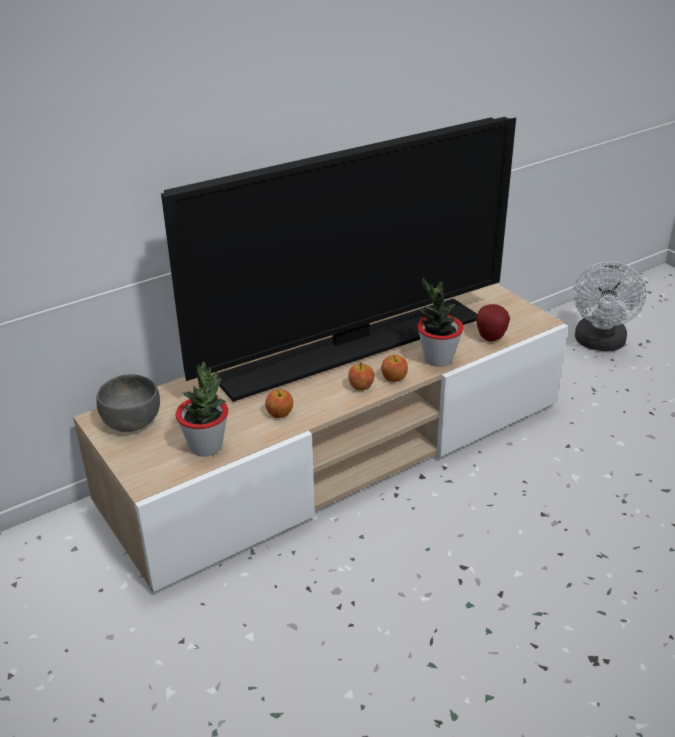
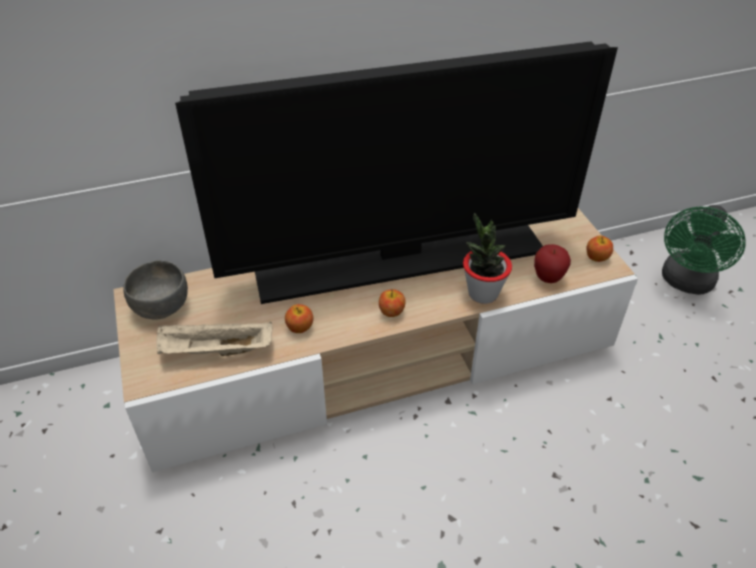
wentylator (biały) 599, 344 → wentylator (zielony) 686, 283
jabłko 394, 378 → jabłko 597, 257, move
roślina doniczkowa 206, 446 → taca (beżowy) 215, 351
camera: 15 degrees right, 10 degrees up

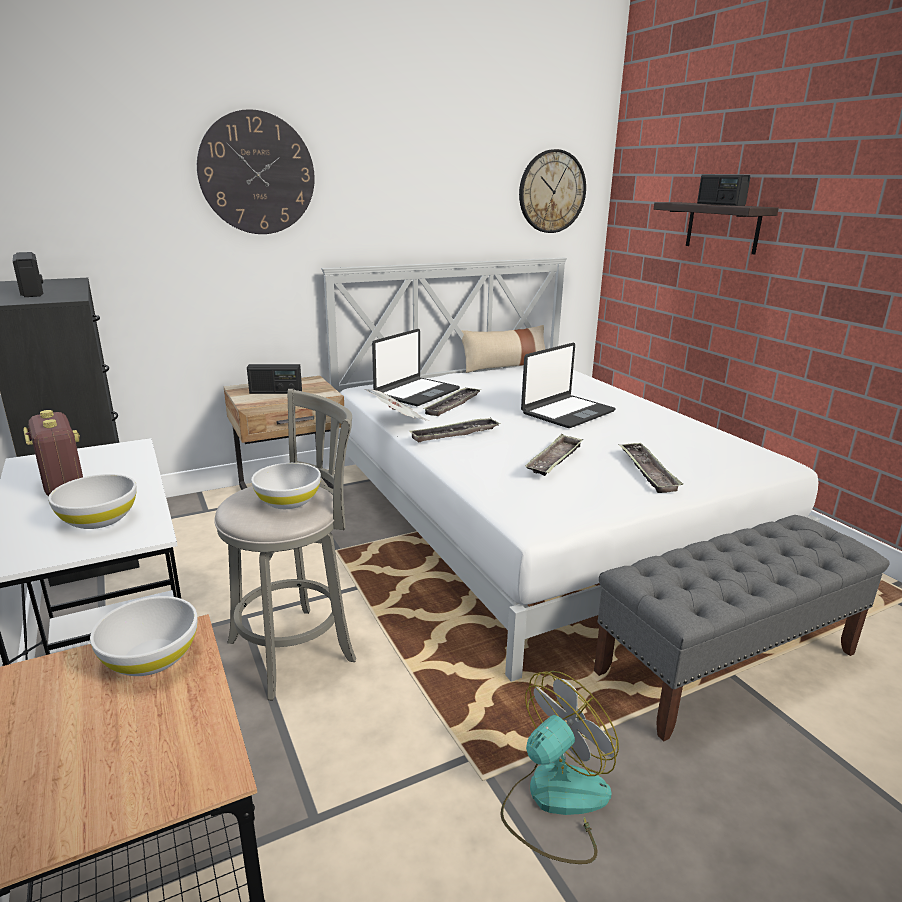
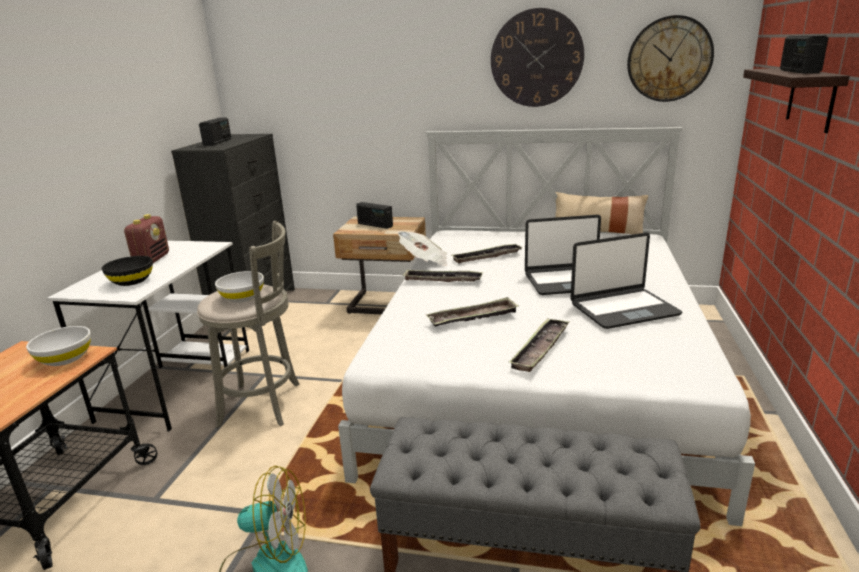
zegar ścienny 257, 173 → zegar ścienny 536, 58, move
laptop 416, 393 → laptop 623, 309, move
miska (biały) 99, 519 → miska (czarny) 132, 281
camera: 40 degrees right, 0 degrees up

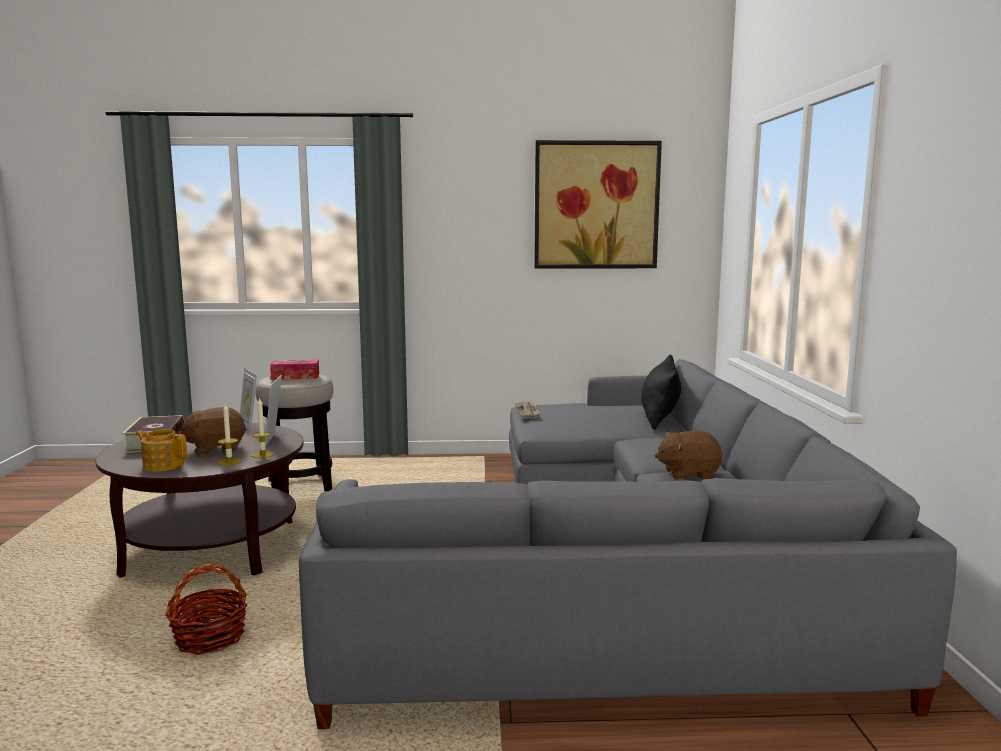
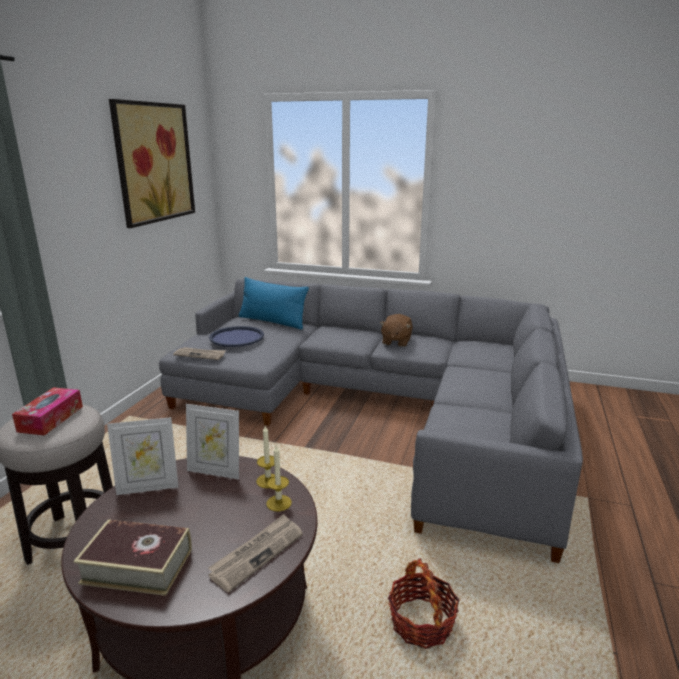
poduszka (czarny) 659, 416 → poduszka (niebieski) 272, 321
pluszak (brązowy) 216, 449 → -
imbryk 163, 465 → gazeta 257, 553
- → taca (niebieski) 236, 337
camera: 70 degrees left, 10 degrees up

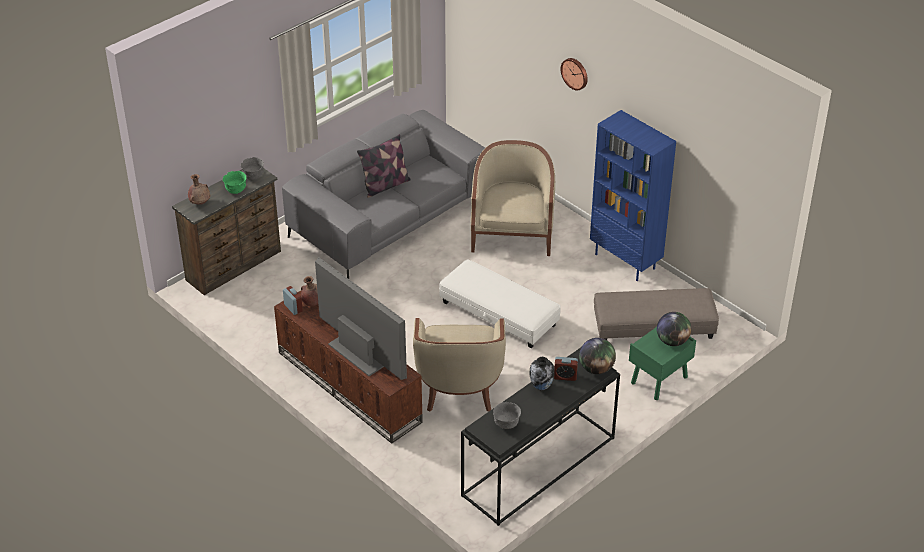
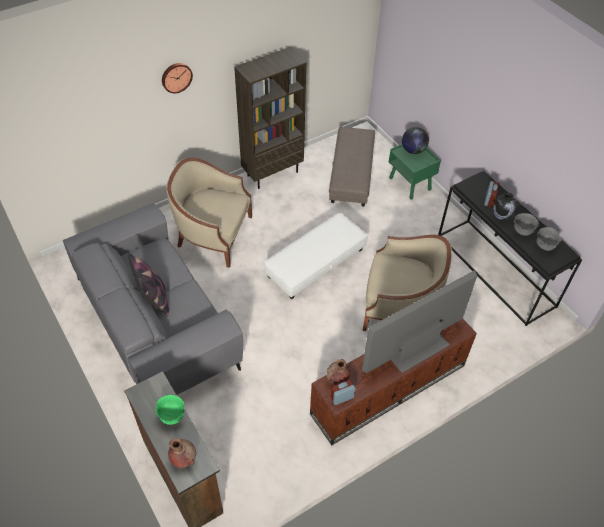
regał (niebieski) 626, 261 → regał (brązowy) 272, 173
miska (szary) 253, 176 → miska (szary) 522, 231, move
globus 596, 368 → -
camera: 80 degrees left, 10 degrees up

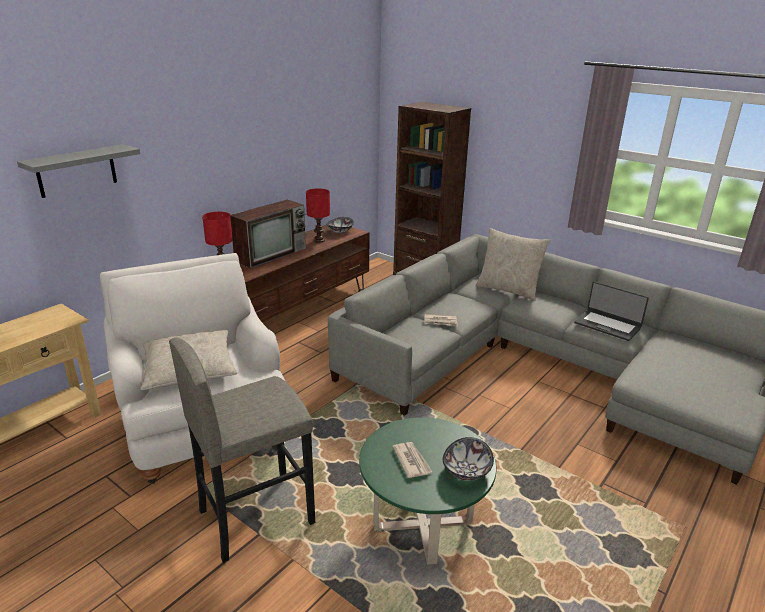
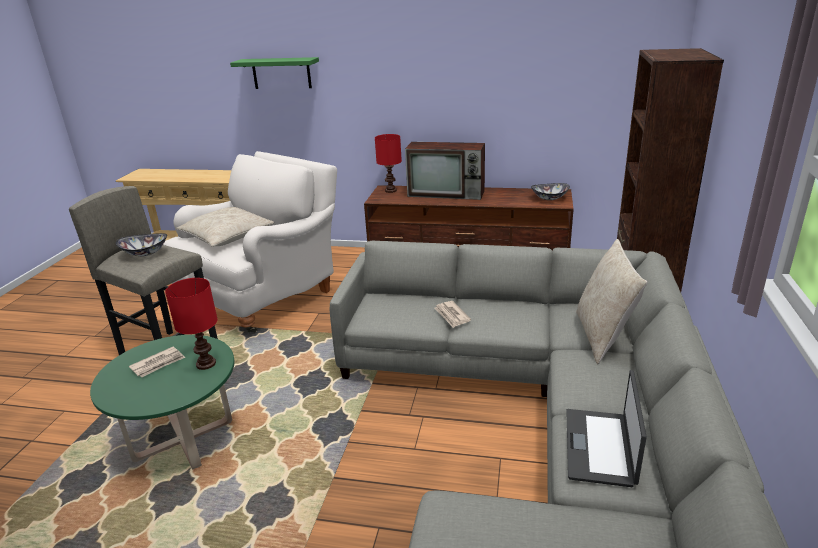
półka (szary) 76, 171 → półka (zielony) 281, 73
lampa stołowa (czerwony) 319, 240 → lampa stołowa (czerwony) 205, 364, move
miska 467, 471 → miska 145, 253, move
camera: 65 degrees right, 0 degrees up

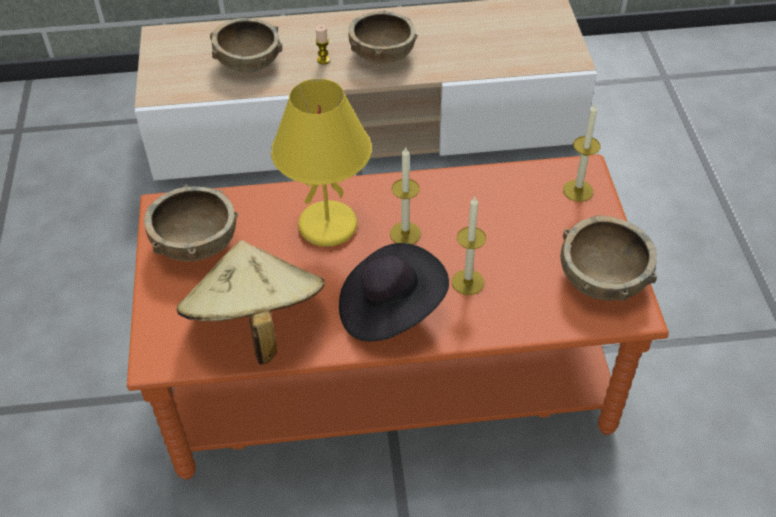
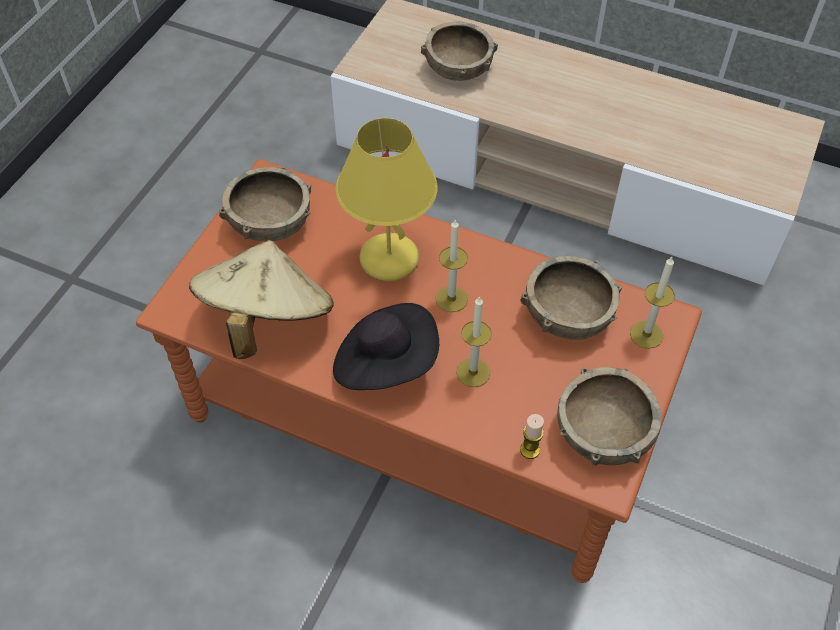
miska (brązowy) 381, 54 → miska (brązowy) 567, 315, move
świeca 323, 60 → świeca 530, 450, move
camera: 30 degrees right, 5 degrees up

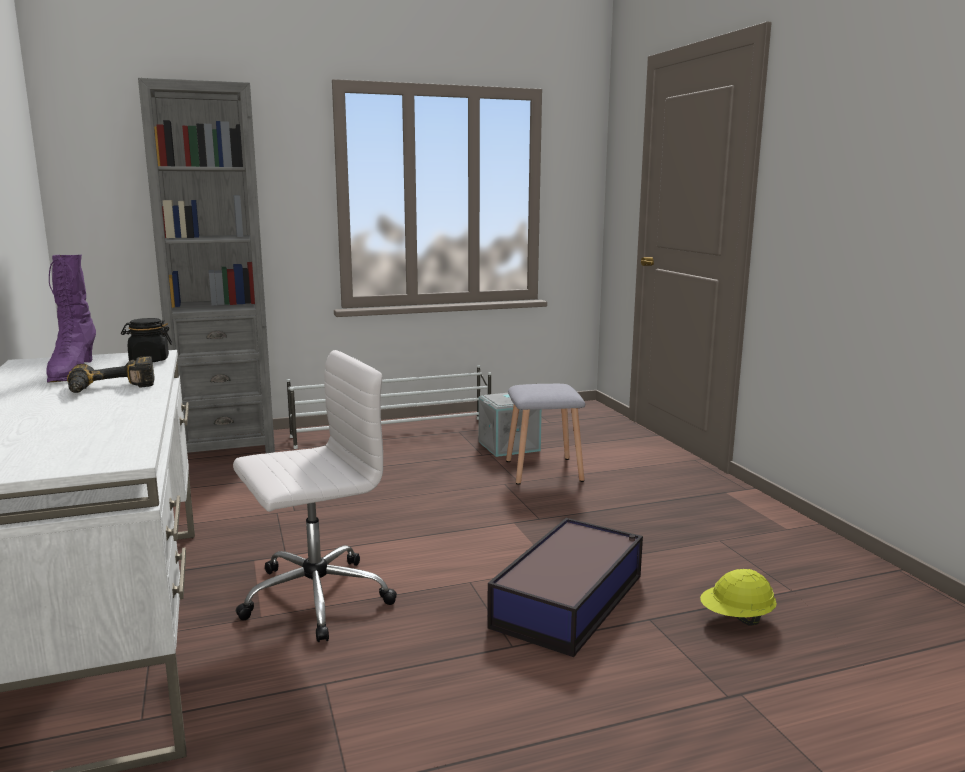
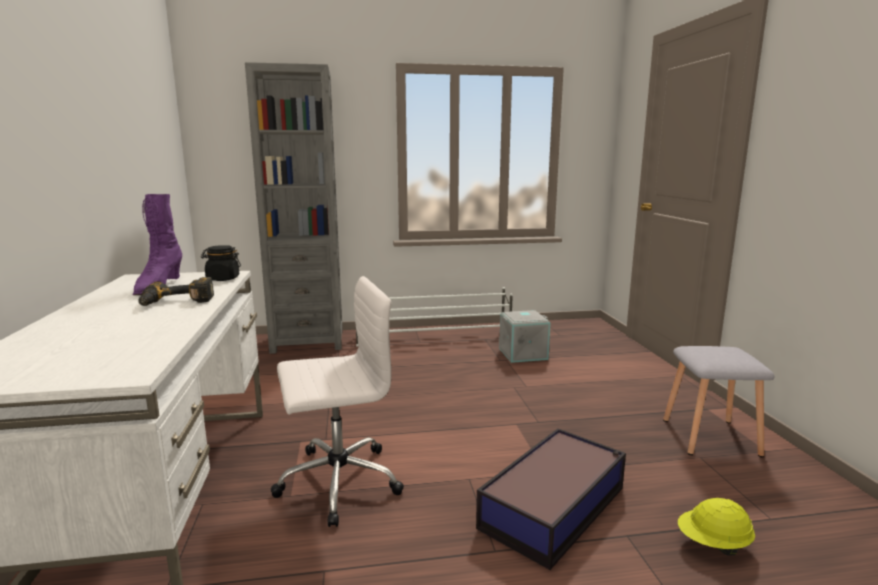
stołek (szary) 544, 471 → stołek (szary) 711, 438, move
camera: 10 degrees right, 0 degrees up

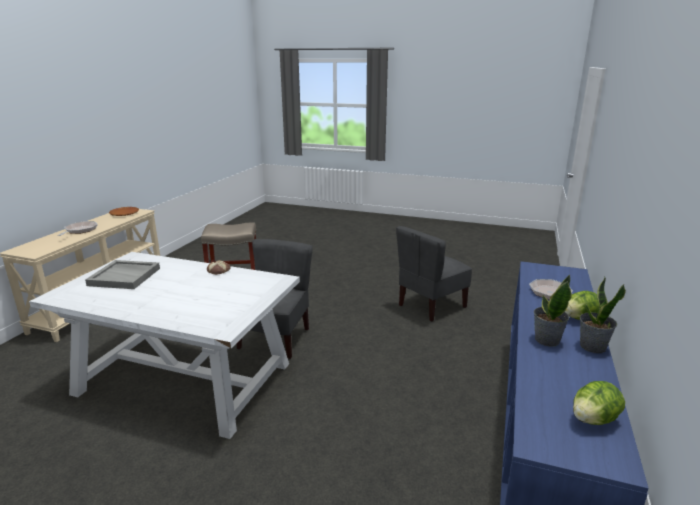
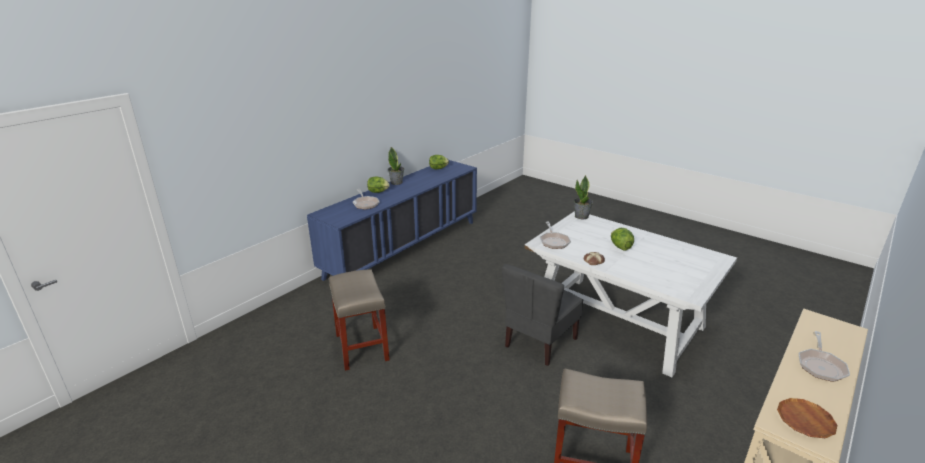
krzesło (szary) 431, 306 → stołek (beżowy) 362, 348
taca (szary) 125, 276 → -
roślina doniczkowa 546, 340 → roślina doniczkowa 581, 216, move
- → patelnia 554, 241
- → sałata 620, 247
camera: 160 degrees left, 5 degrees up

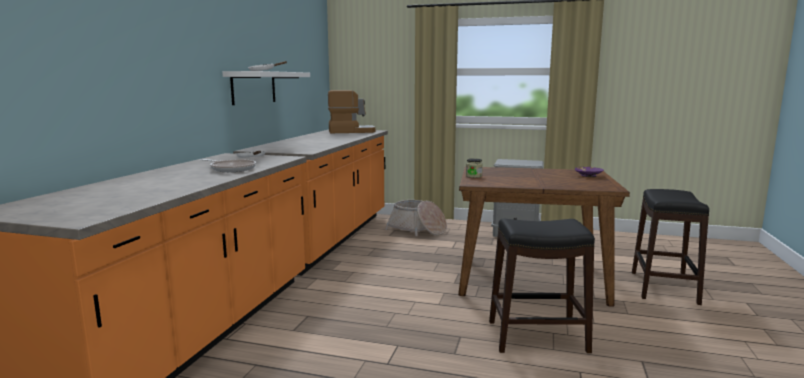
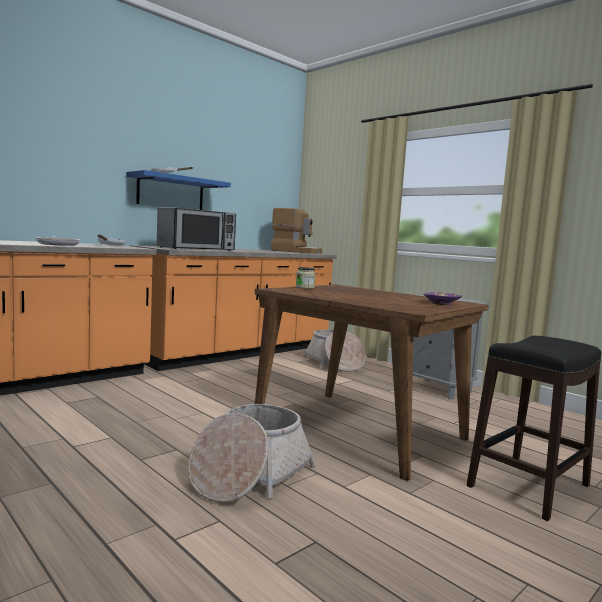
półka (biały) 253, 87 → półka (niebieski) 171, 192
stołek (czarny) 537, 337 → koszyk 249, 475
- → mikrofalówka 197, 249
camera: 30 degrees right, 5 degrees down

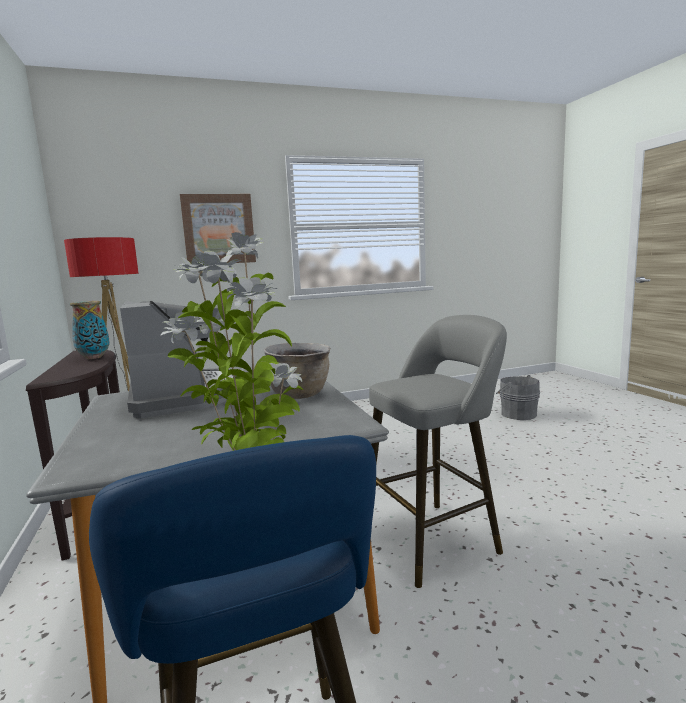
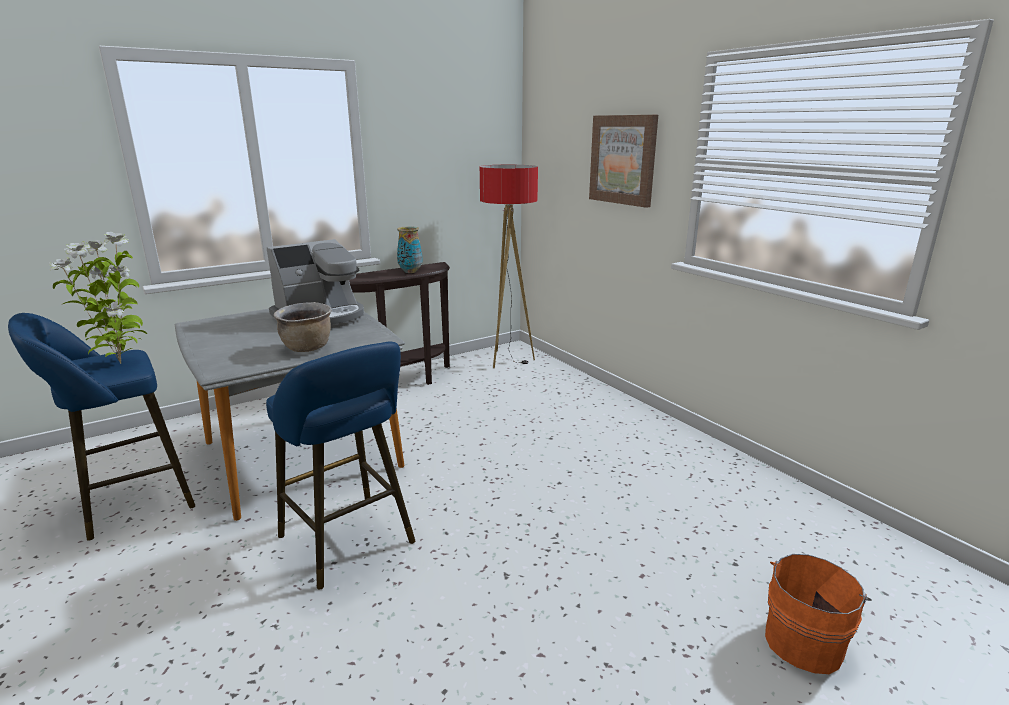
stołek (szary) 435, 538 → stołek (niebieski) 350, 543
wiadro (szary) 517, 414 → wiadro (pomarańczowy) 804, 640
camera: 75 degrees right, 10 degrees up

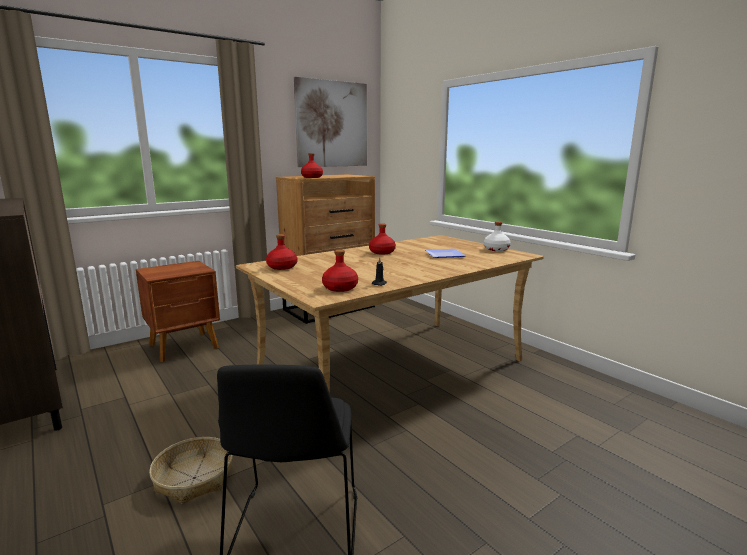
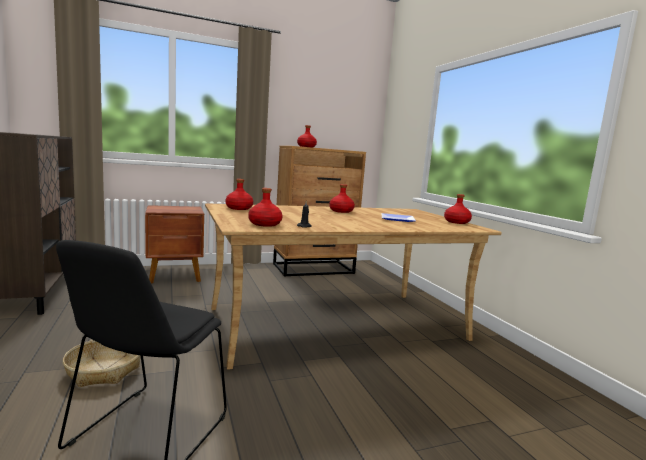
obraz 332, 124 → -
butelka (biały) 496, 249 → butelka (czerwony) 456, 222
camera: 15 degrees right, 5 degrees down

